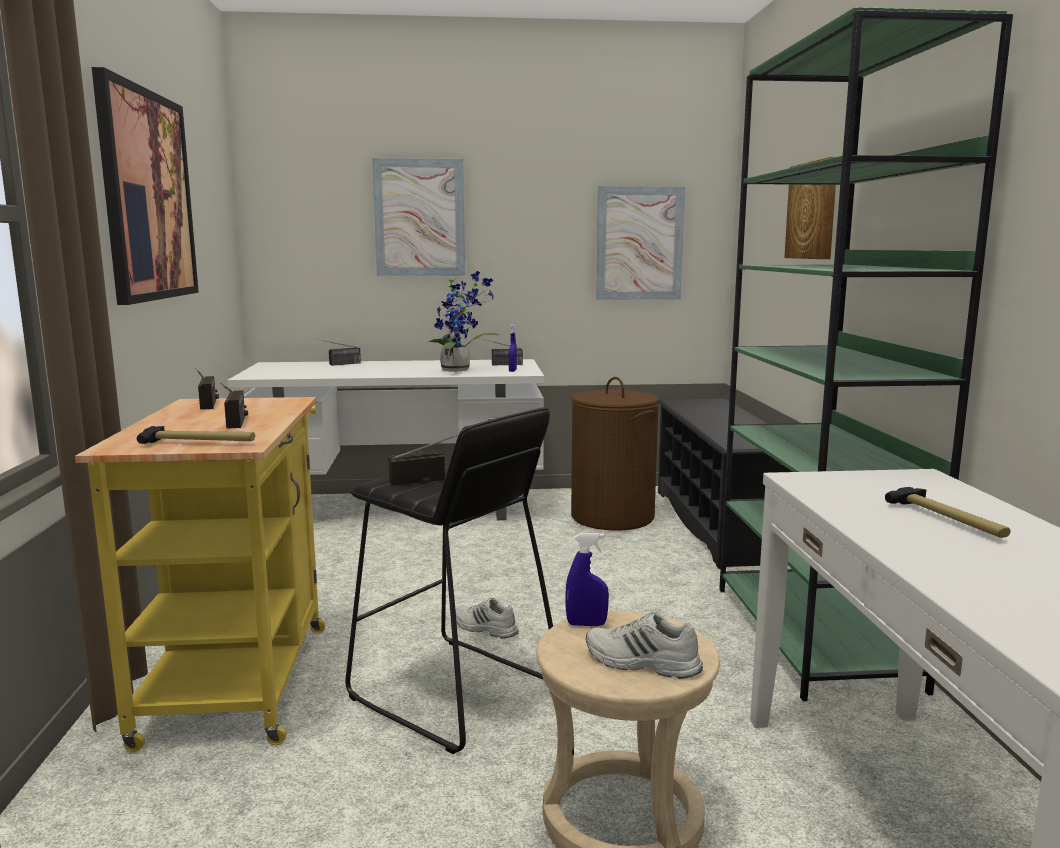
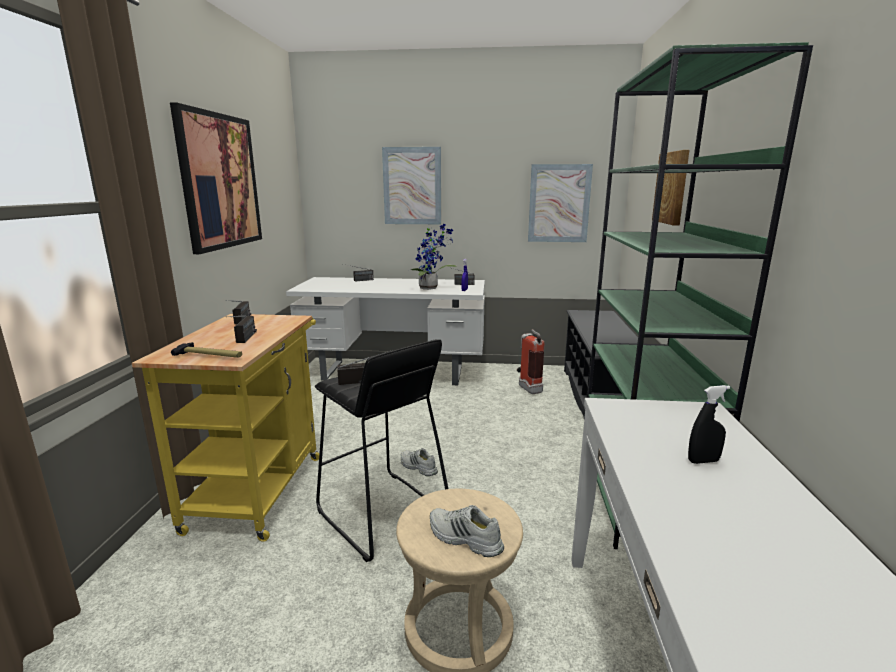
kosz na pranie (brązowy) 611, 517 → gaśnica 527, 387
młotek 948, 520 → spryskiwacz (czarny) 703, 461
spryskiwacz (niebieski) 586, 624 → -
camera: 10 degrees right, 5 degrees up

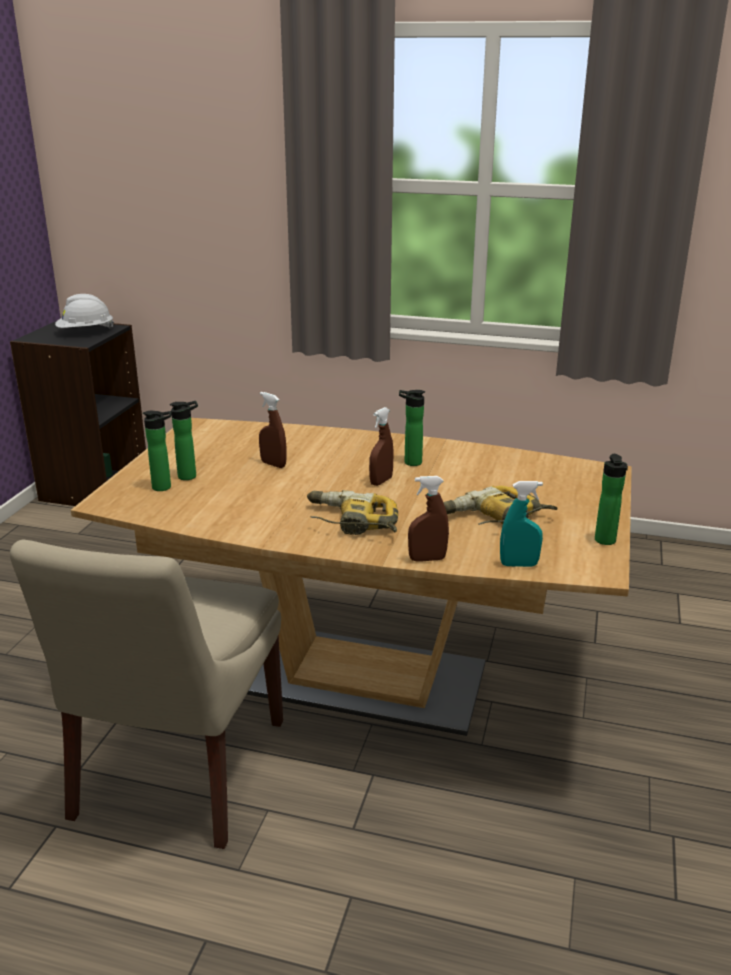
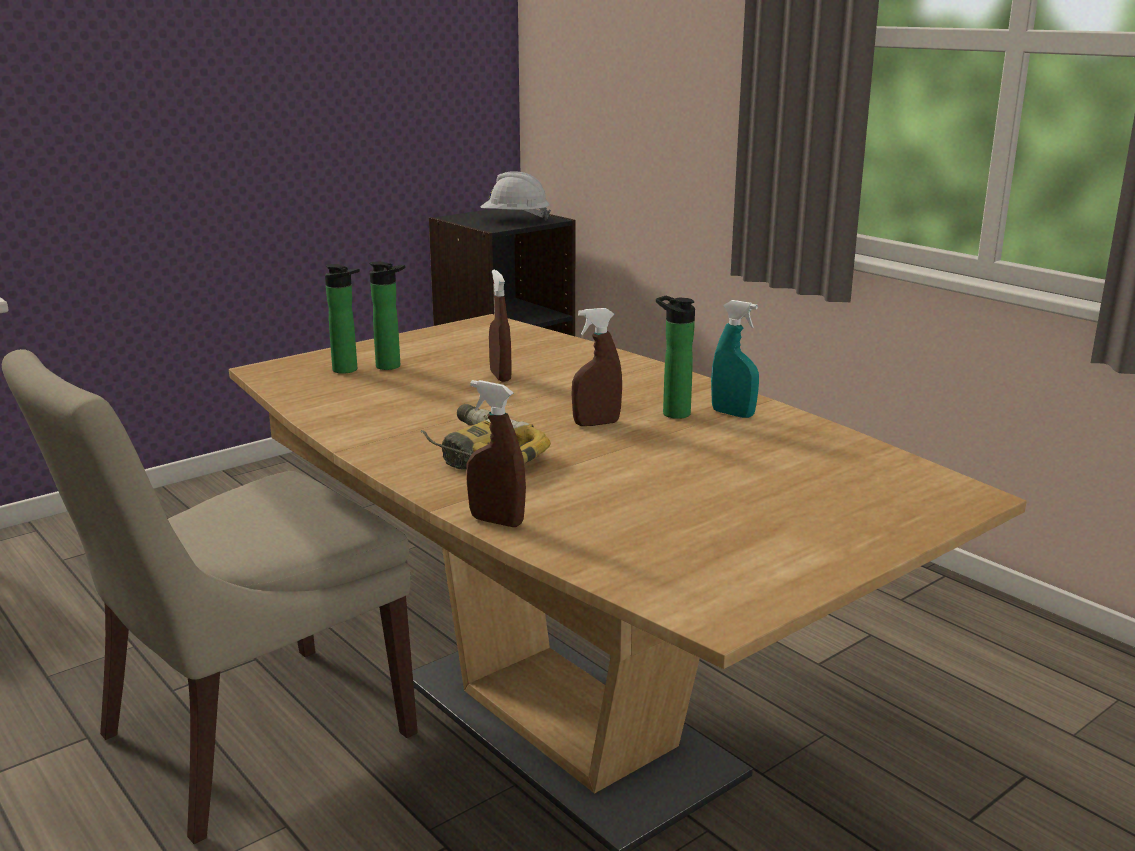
butelka 605, 542 → -
spryskiwacz (turkusowy) 519, 564 → spryskiwacz (turkusowy) 733, 414, move
wiertarka 495, 518 → -
camera: 35 degrees right, 5 degrees down

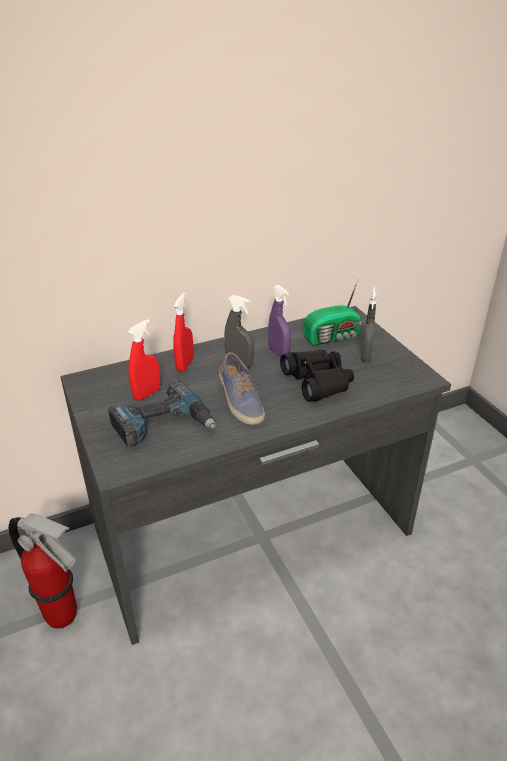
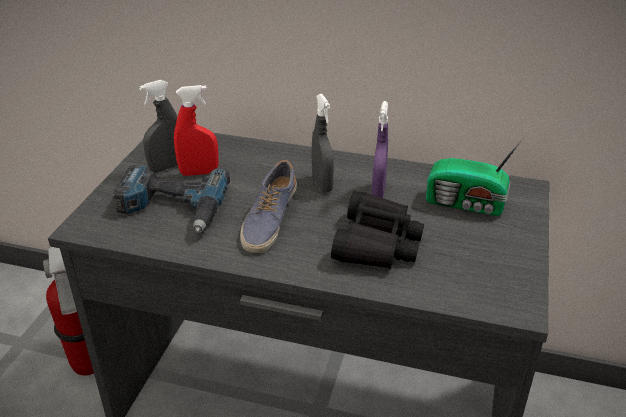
spryskiwacz (szary) 366, 356 → spryskiwacz (szary) 167, 167, move
spryskiwacz (czerwony) 185, 365 → -
camera: 40 degrees right, 0 degrees up

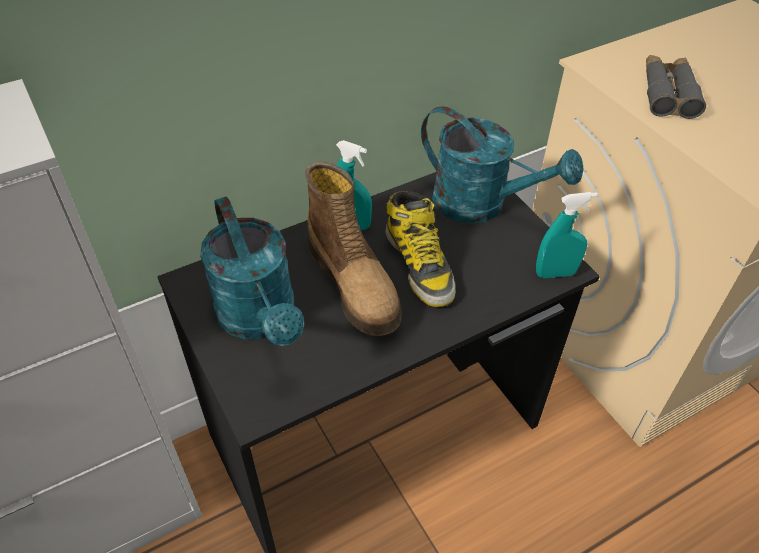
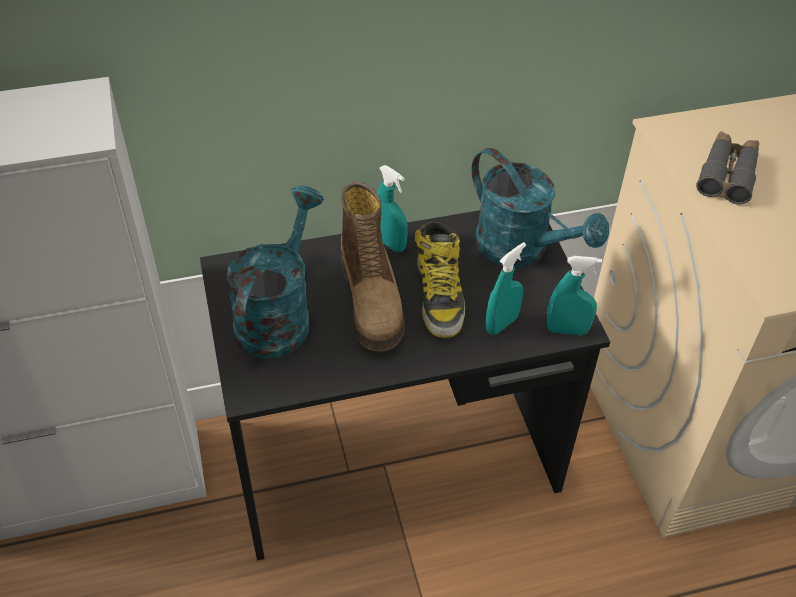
konewka (turkusowy) 261, 319 → konewka (turkusowy) 278, 315, 150 degrees counterclockwise
- → spryskiwacz (turkusowy) 501, 324
camera: 15 degrees right, 0 degrees up

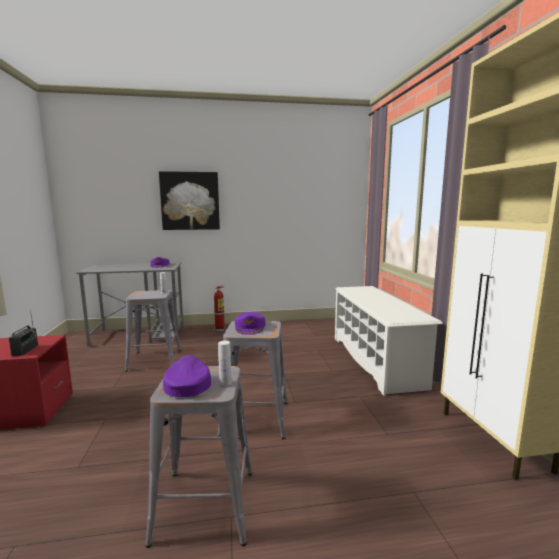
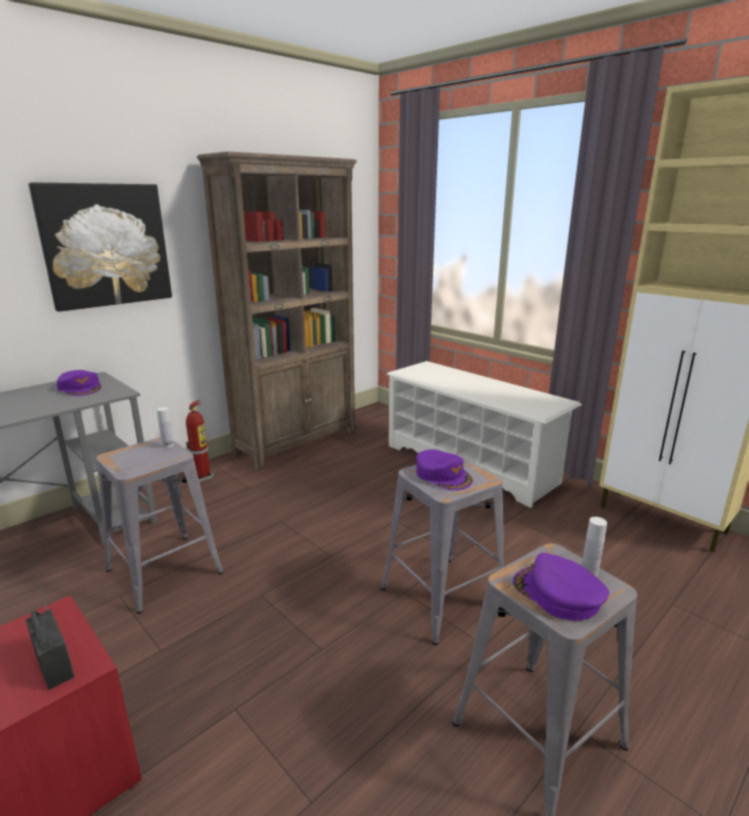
- → regał (brązowy) 297, 443
camera: 35 degrees left, 10 degrees up

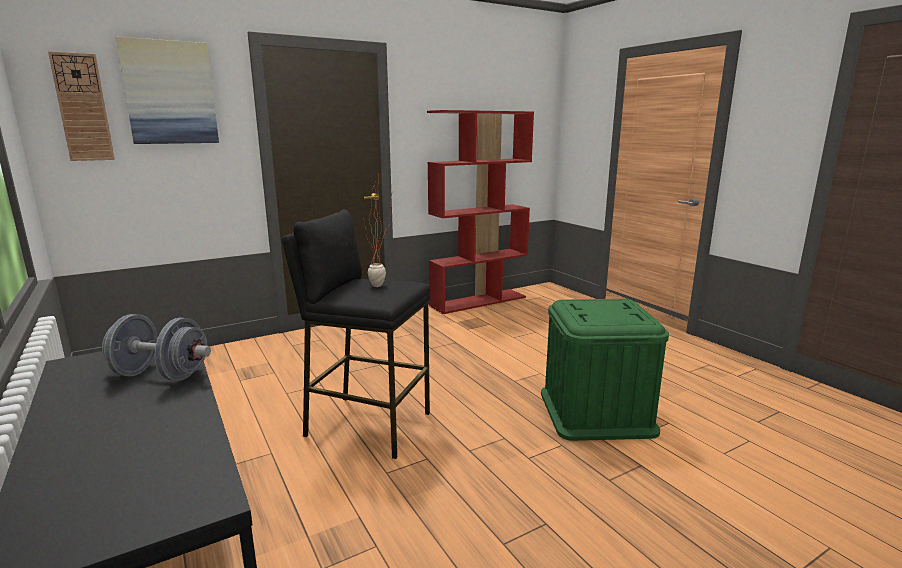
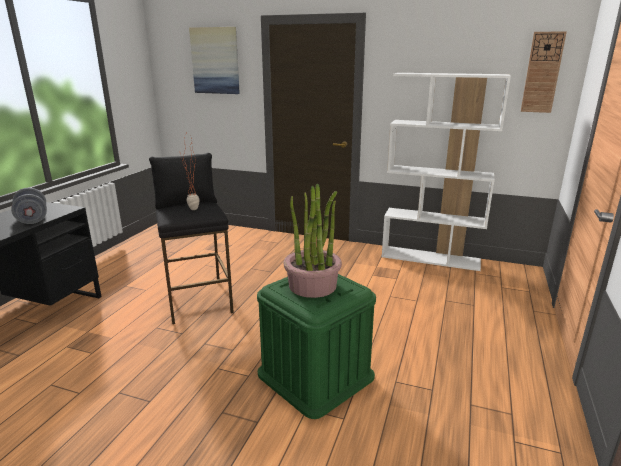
zegar ścienny 83, 108 → zegar ścienny 542, 73, move
regał (czerwony) 478, 301 → regał (biały) 431, 258
- → roślina doniczkowa 312, 286
camera: 50 degrees right, 5 degrees up

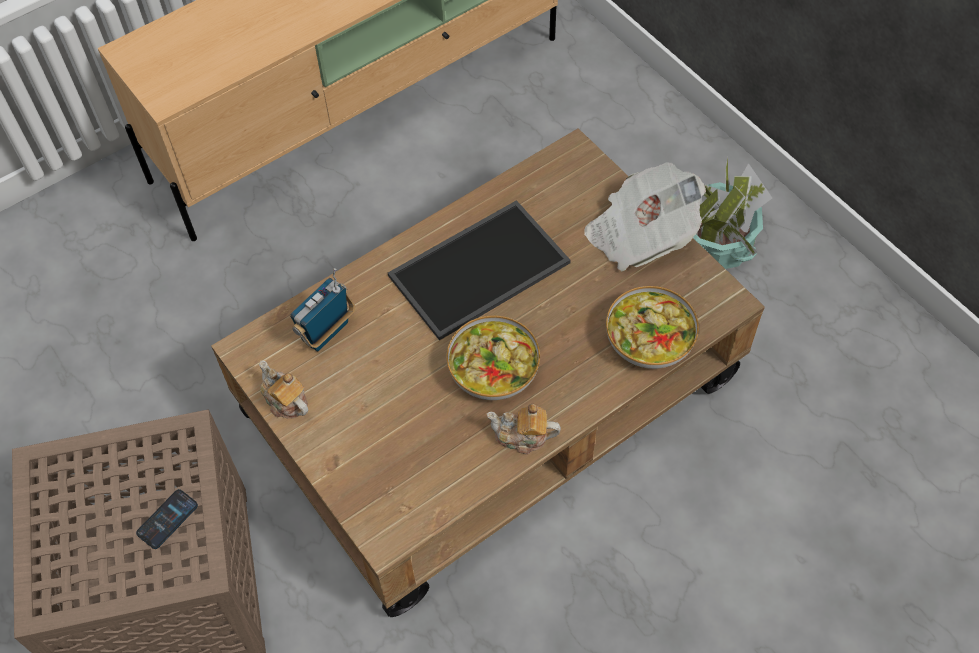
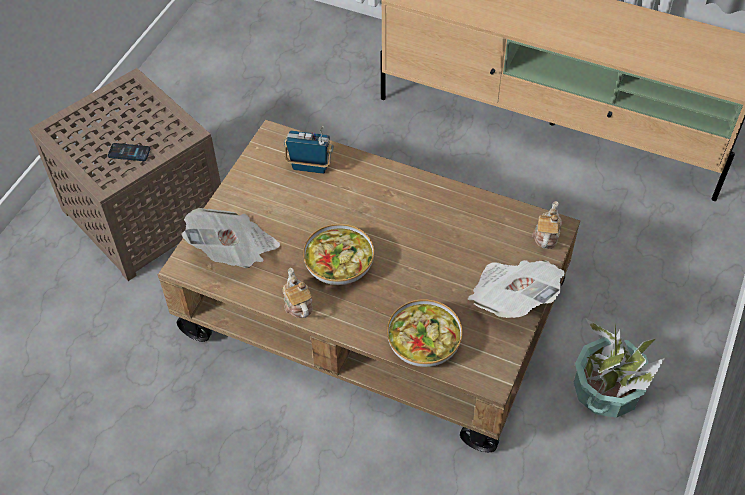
taca 479, 272 → -
imbryk 285, 401 → imbryk 546, 235, move
- → gazeta 234, 251
camera: 60 degrees right, 5 degrees down

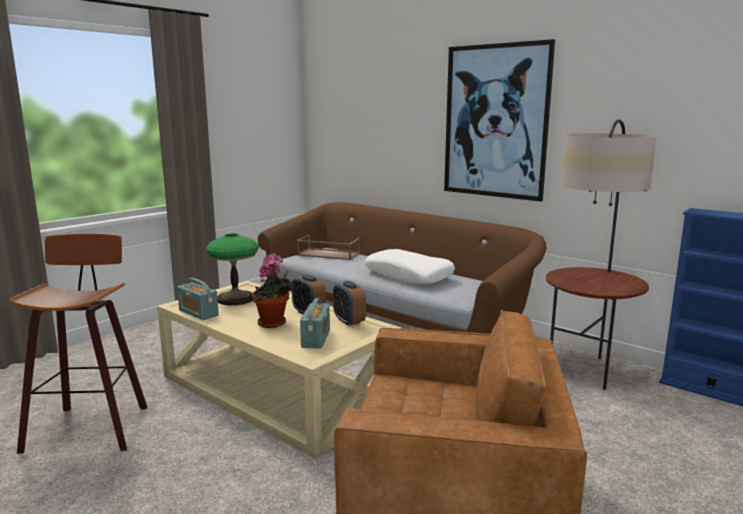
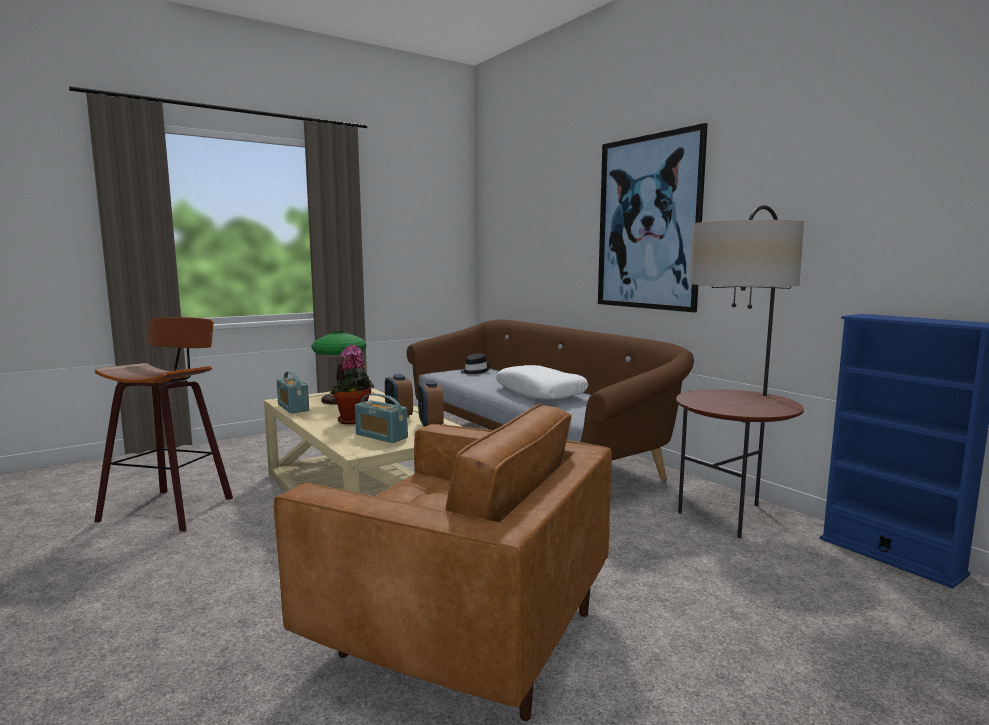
taca (brązowy) 328, 254 → kapelusz (czarny) 474, 371
radio 316, 338 → radio 381, 436, 105 degrees clockwise
camera: 15 degrees right, 5 degrees down

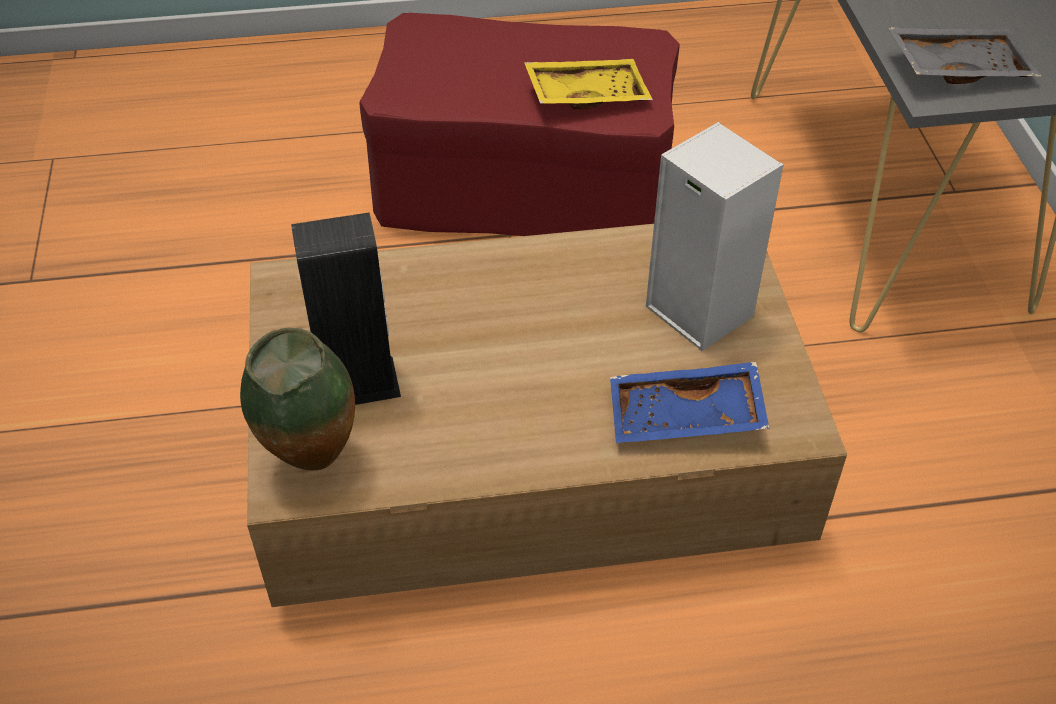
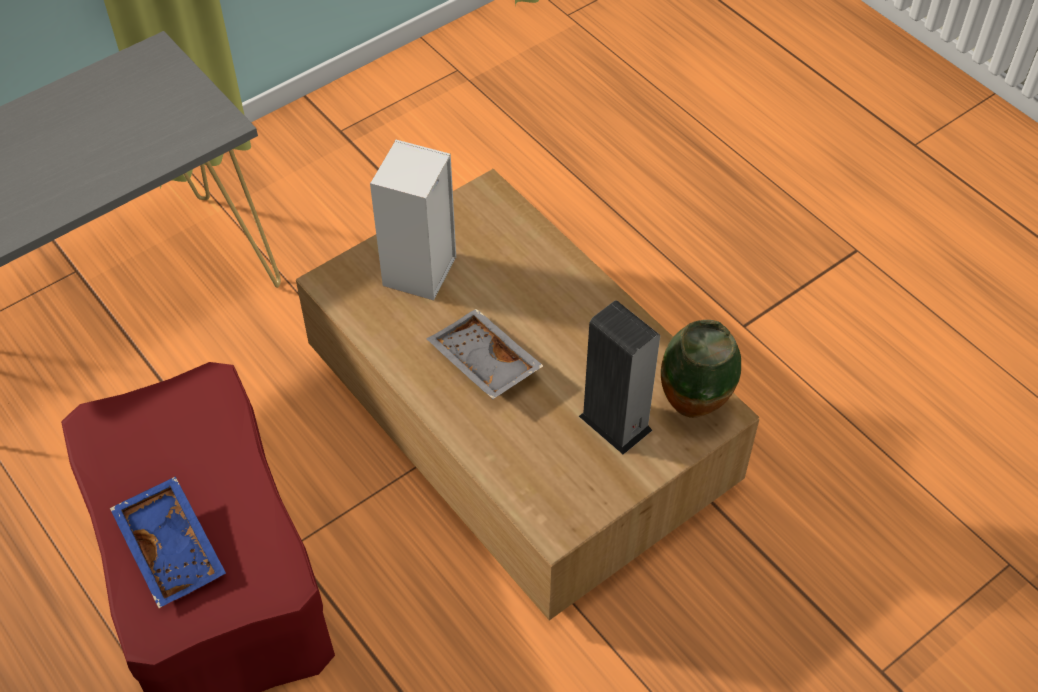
taca (szary) 957, 67 → taca (szary) 482, 363, move
taca (żółty) 586, 94 → -
taca (niebieski) 685, 419 → taca (niebieski) 173, 548, move
camera: 120 degrees left, 5 degrees up

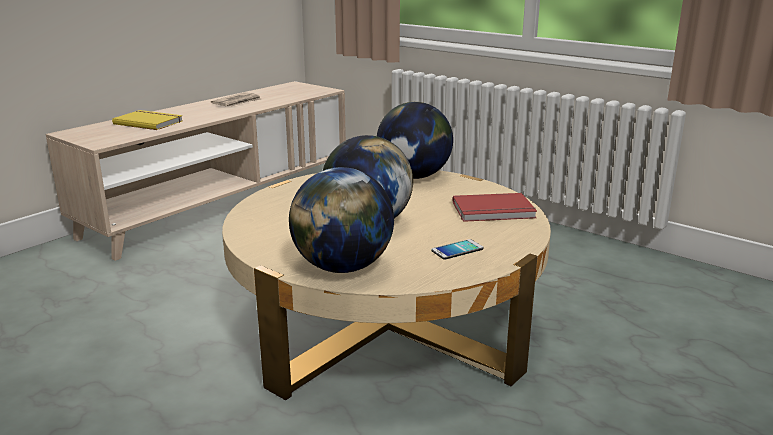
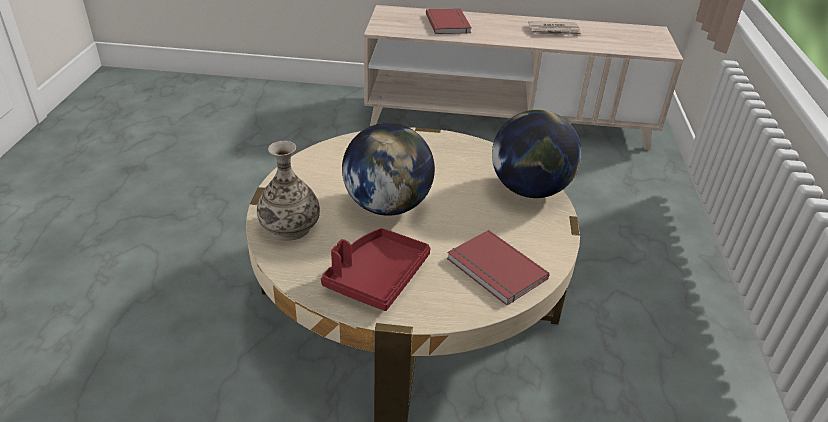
książka (żółty) 149, 122 → książka (czerwony) 449, 23
globus 342, 267 → wazon 289, 227
telefon 457, 250 → taca (czerwony) 376, 277
camera: 55 degrees right, 15 degrees up

